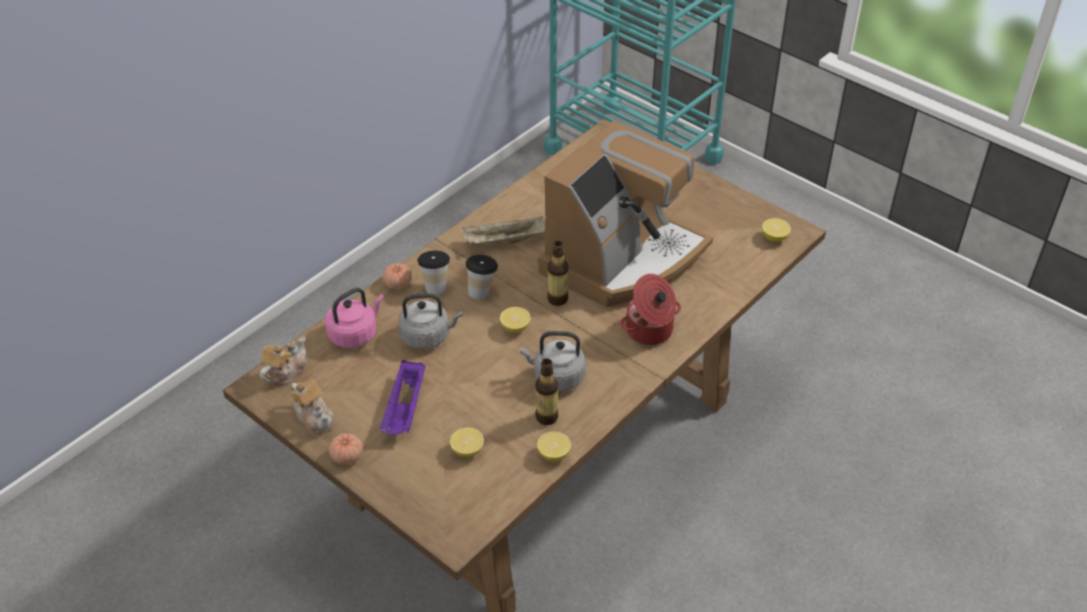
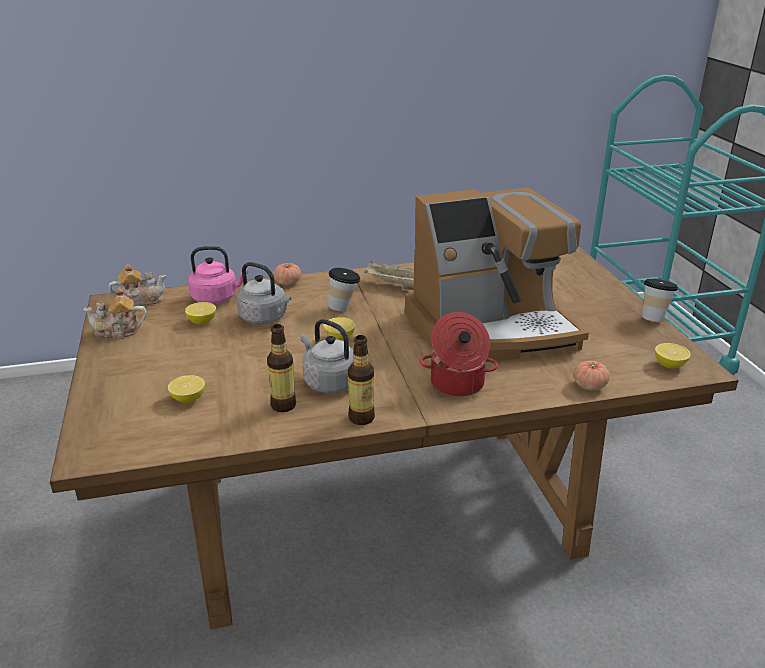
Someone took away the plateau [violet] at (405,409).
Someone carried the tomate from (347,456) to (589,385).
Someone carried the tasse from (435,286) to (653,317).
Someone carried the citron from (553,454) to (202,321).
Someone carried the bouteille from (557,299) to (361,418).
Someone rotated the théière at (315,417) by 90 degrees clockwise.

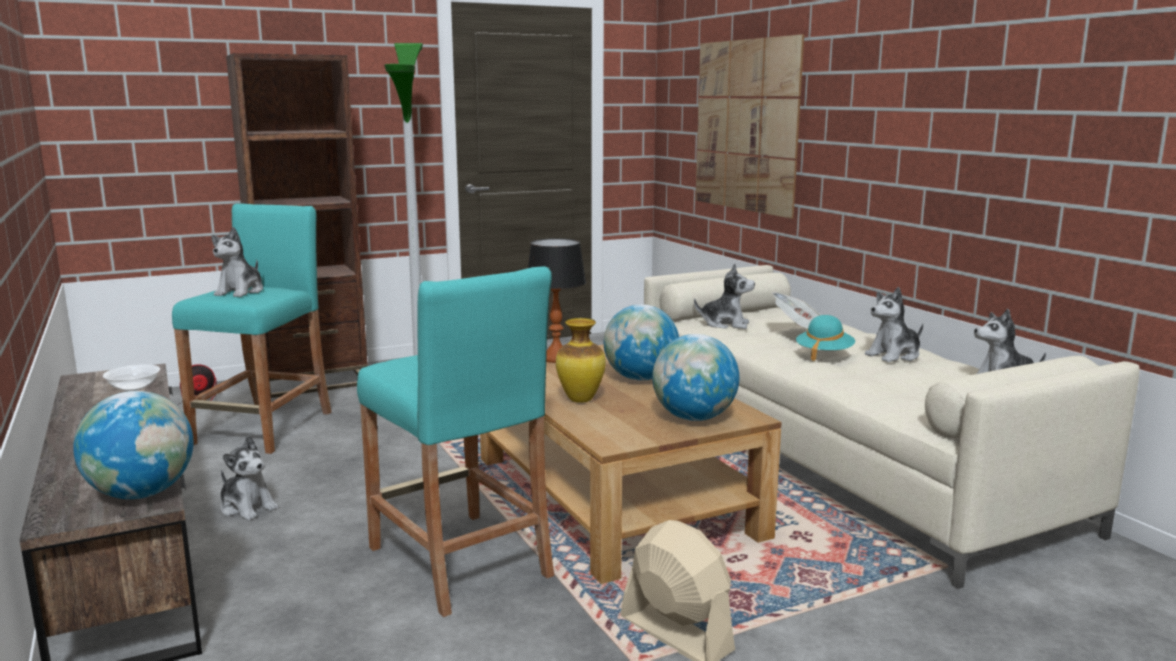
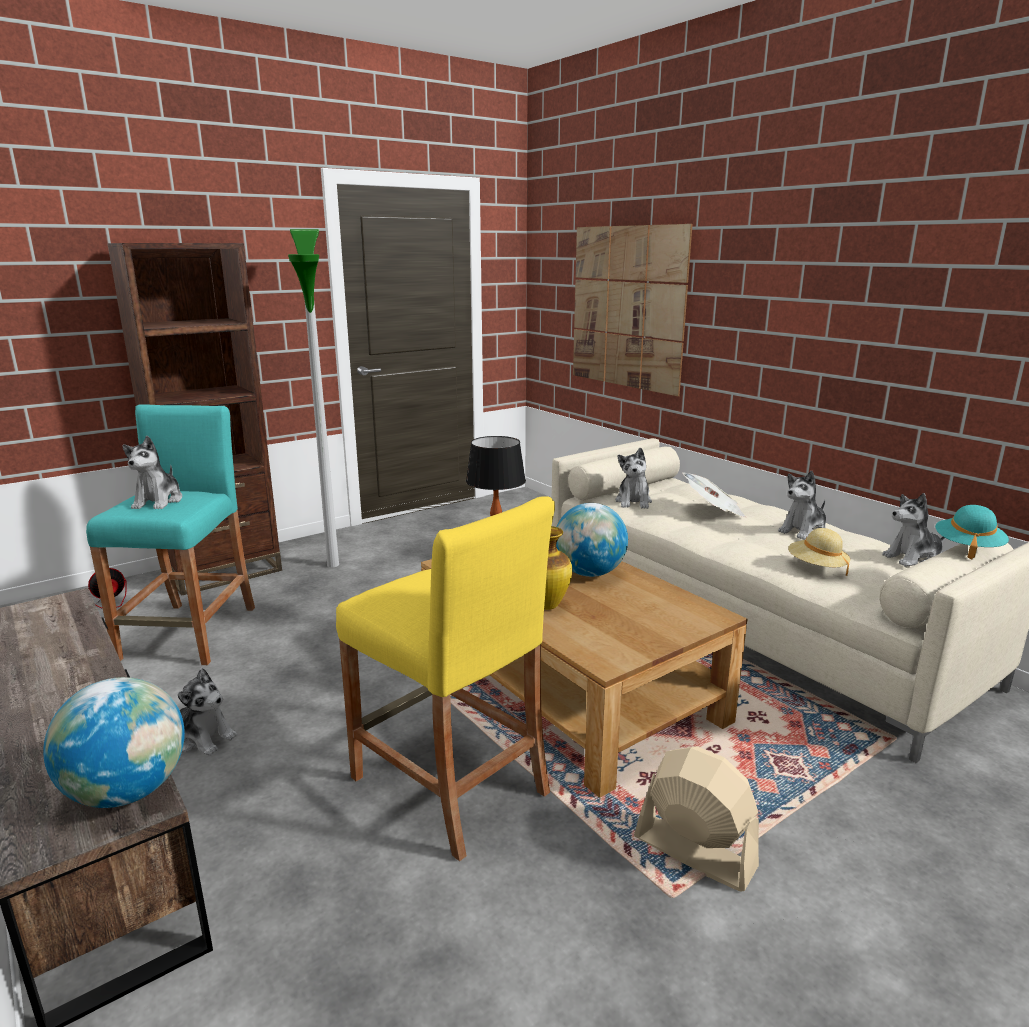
Someone took away the bol at (134,387).
Someone took away the globe at (694,418).
Someone put down the chapeau [beige] at (816,567).
Someone carried the chapeau [turquoise] from (824,354) to (967,547).
Someone repainted the tabouret [turquoise] at (459,561), which became the tabouret [jaune] at (449,784).
Someone rotated the peluche at (725,324) by 90 degrees clockwise.

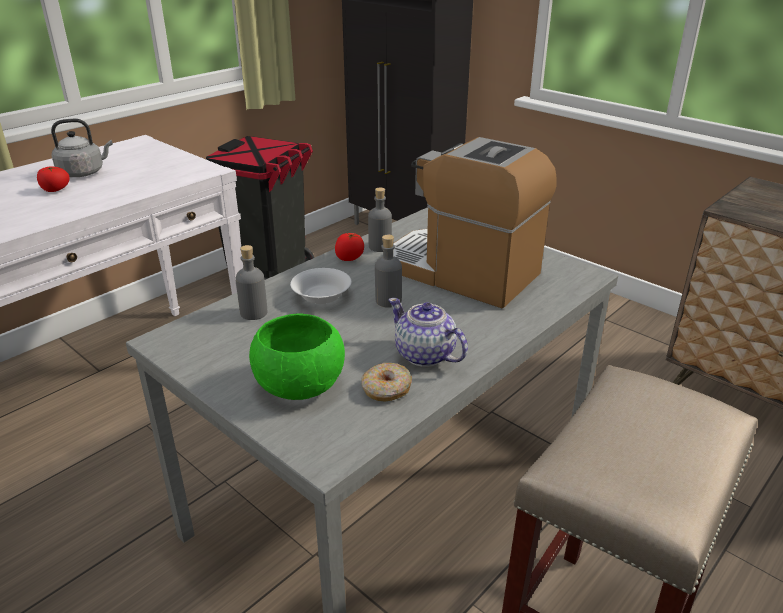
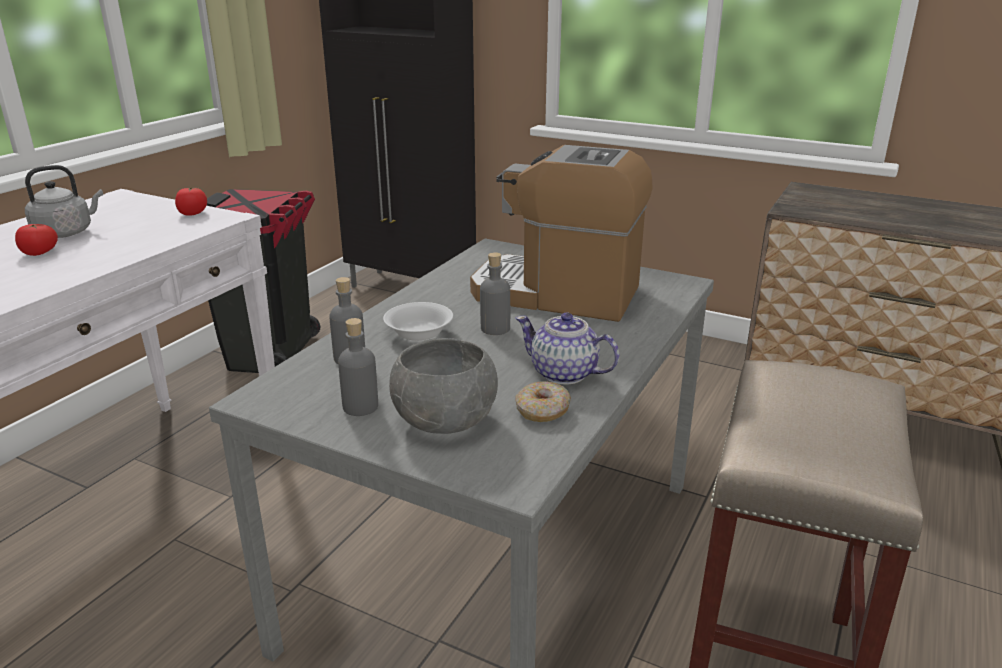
Someone carried the tomate from (349,258) to (193,213).
Someone carried the bouteille [gris] from (380,247) to (360,407).
Someone repainted the bol [vert] at (300,385), which became the bol [gris] at (446,420).

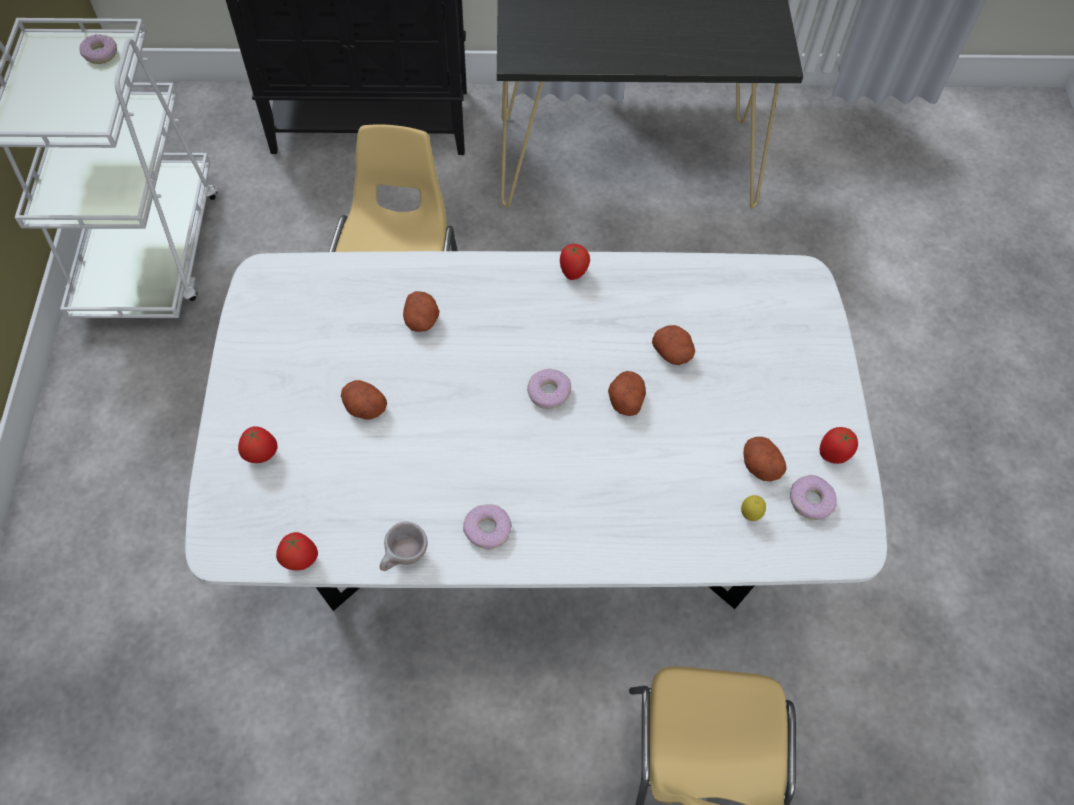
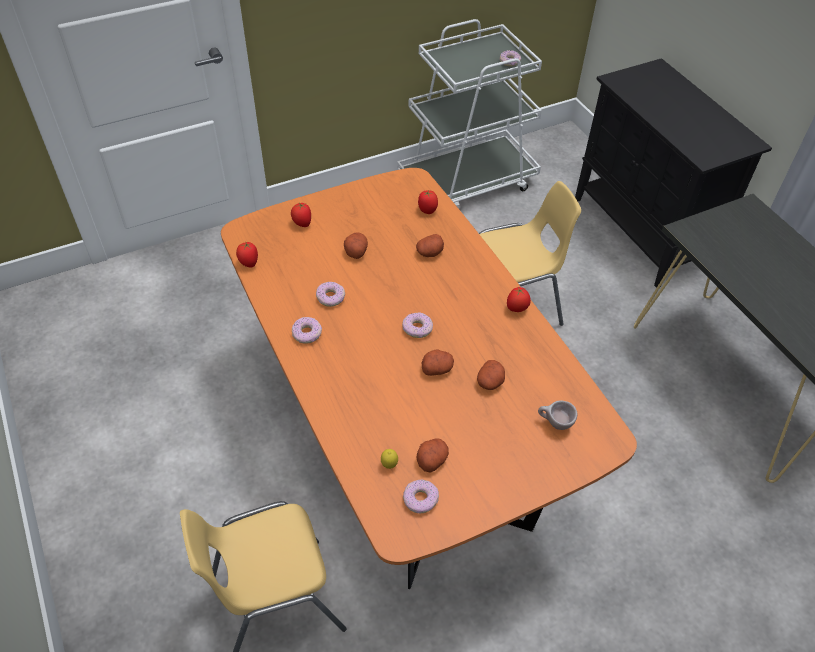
Someone put down the beignet at (330,297).
Someone carried the tasse [beige] from (404,558) to (554,424).
Someone carried the tomate from (833,454) to (427,210).
Someone repainted the table à manger [blanc] at (533,523), which became the table à manger [orange] at (405,439).

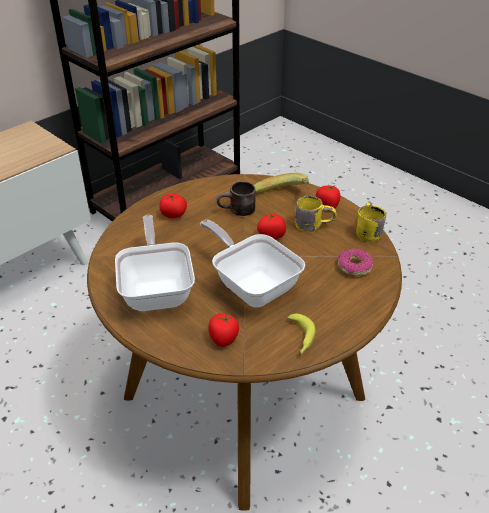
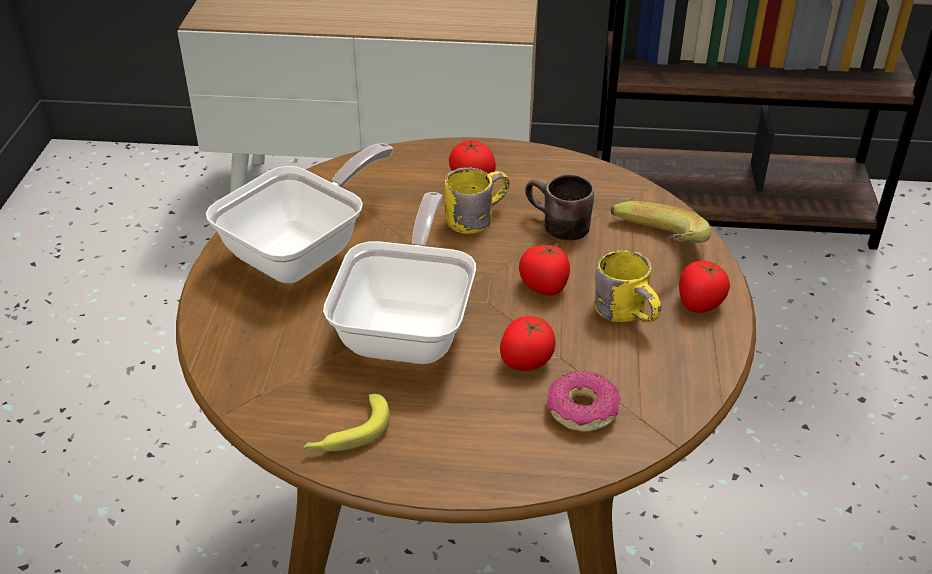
Someone carried the tomate from (223,339) to (526,360).
Someone carried the mug [jaune] from (365,231) to (474,216).

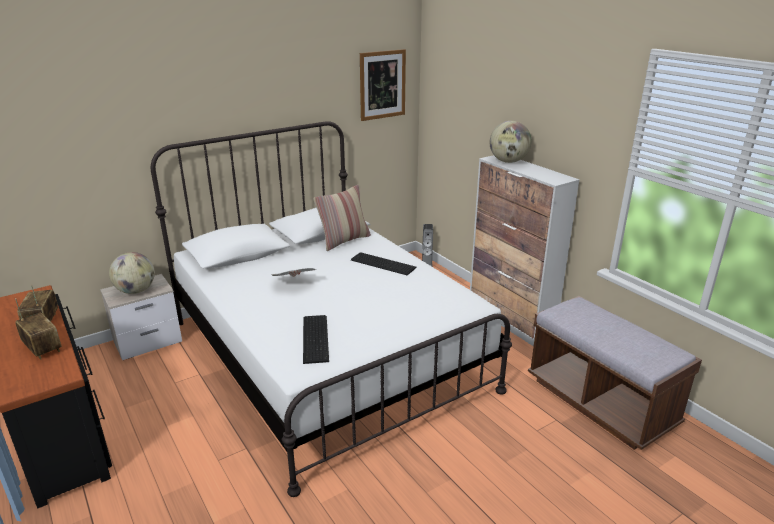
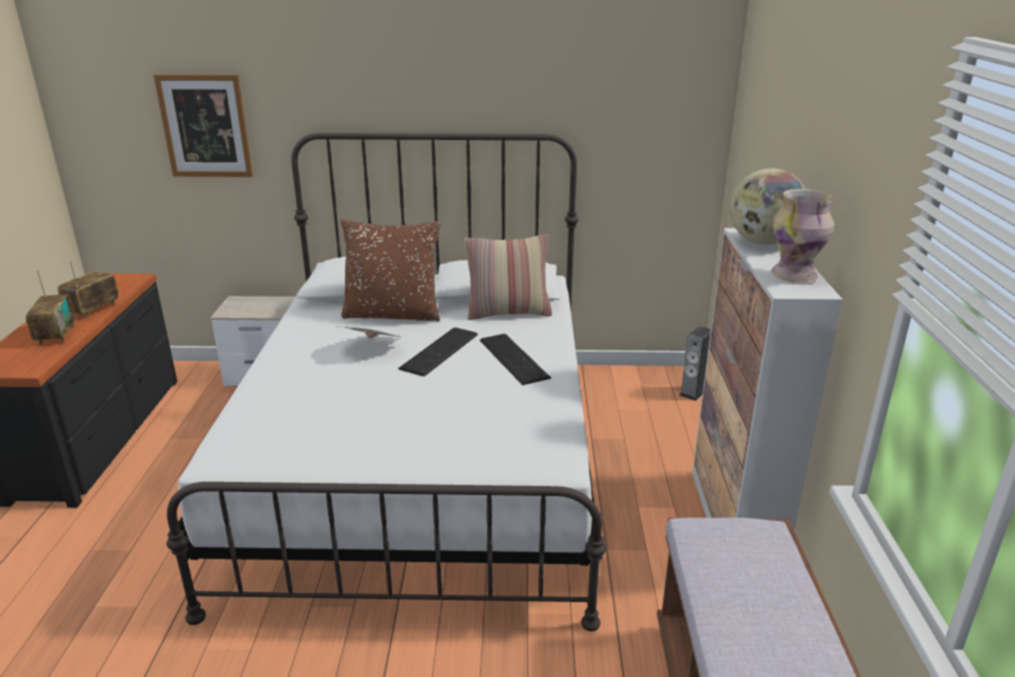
Someone took away the globe at (136,291).
Someone put down the coussin [marron] at (393,314).
Someone put down the vase at (794,275).
Someone carried the clavier from (317,338) to (441,351).
Someone carried the tableau from (382,85) to (205,126).

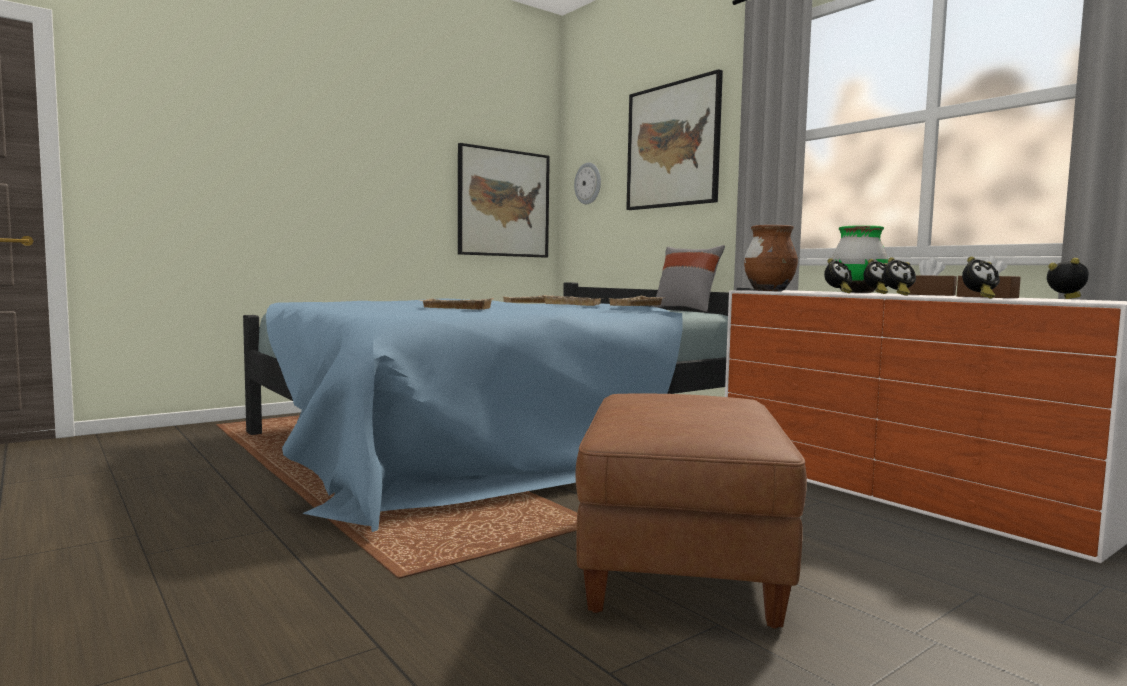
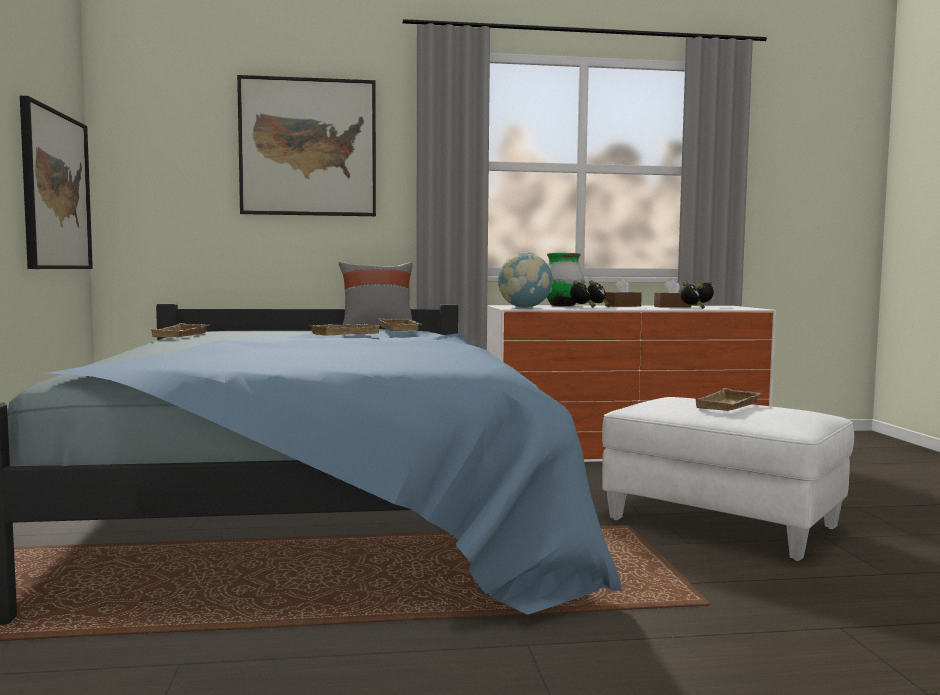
Someone took away the horloge murale at (588,183).
Someone took away the réveil at (897,295).
Someone carried the plateau [beige] from (455,308) to (729,406).
Someone swapped the vase [marron] at (769,290) for the globe at (524,308).
Someone repainted the pouf [marron] at (682,563), which became the pouf [blanc] at (723,523).

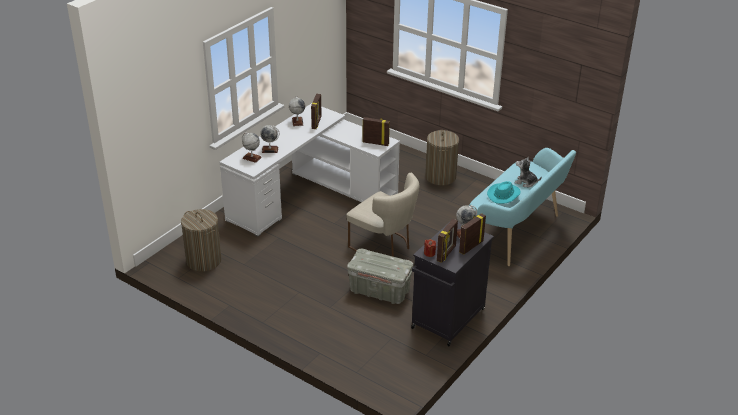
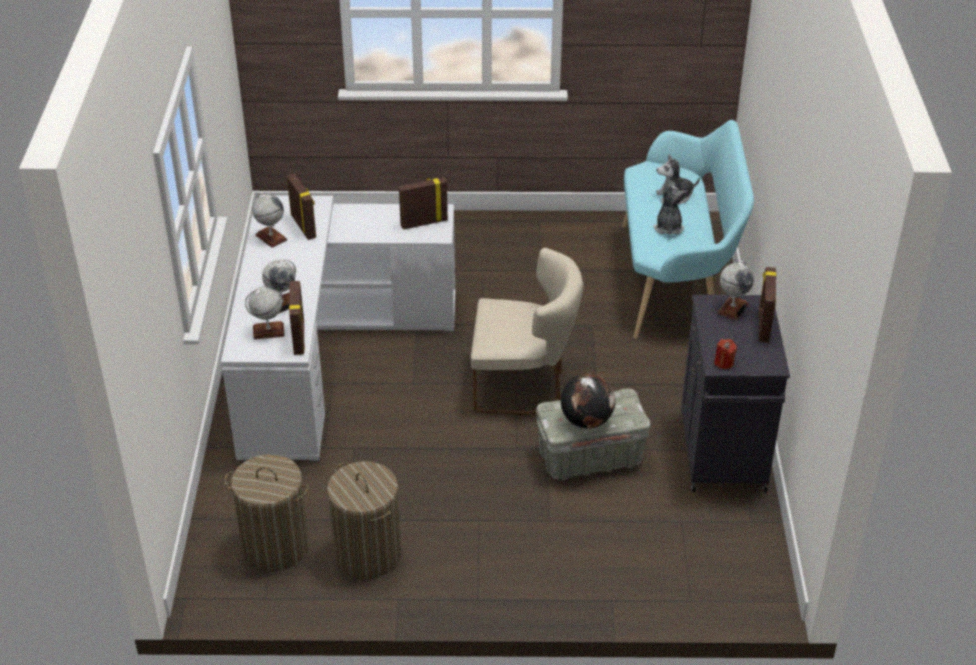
Someone put down the globe at (586,420).
Someone carried the panier à linge from (440,177) to (367,554).
Someone carried the cadre photo from (446,253) to (299,338).
Someone swapped the chapeau [turquoise] at (504,194) for the peluche at (668,227).

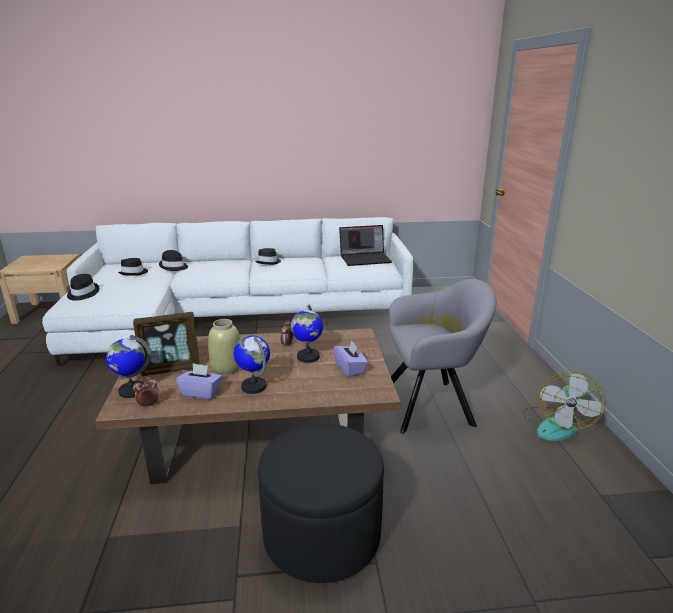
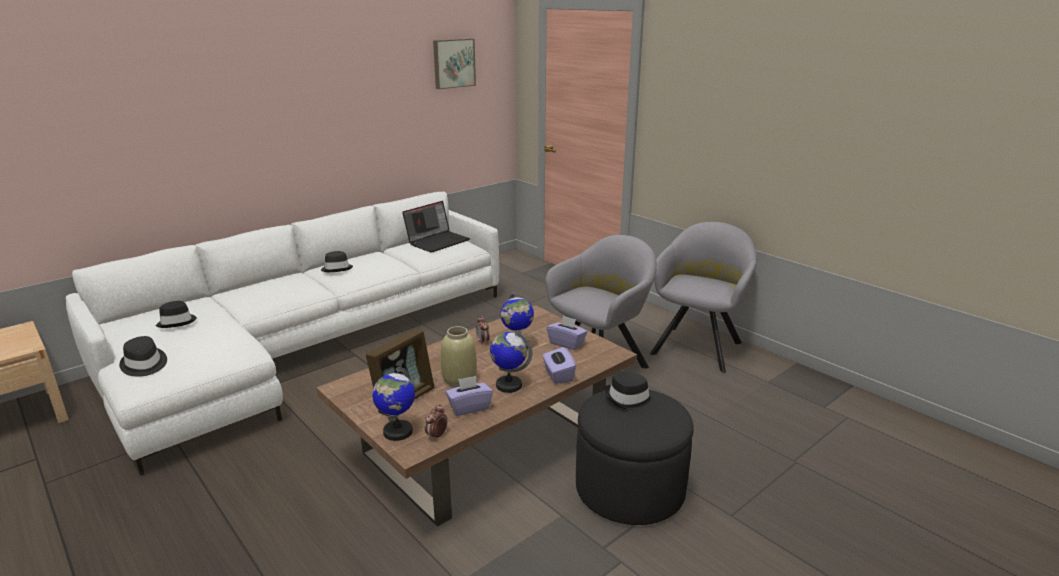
Someone put up the tableau at (453,63).
Someone put down the boîte à mouchoirs [violet] at (558,375).
Someone carried the chapeau [noir] from (174,266) to (629,399).
Someone swapped the ventilateur at (556,425) for the fauteuil [gris] at (698,345).

